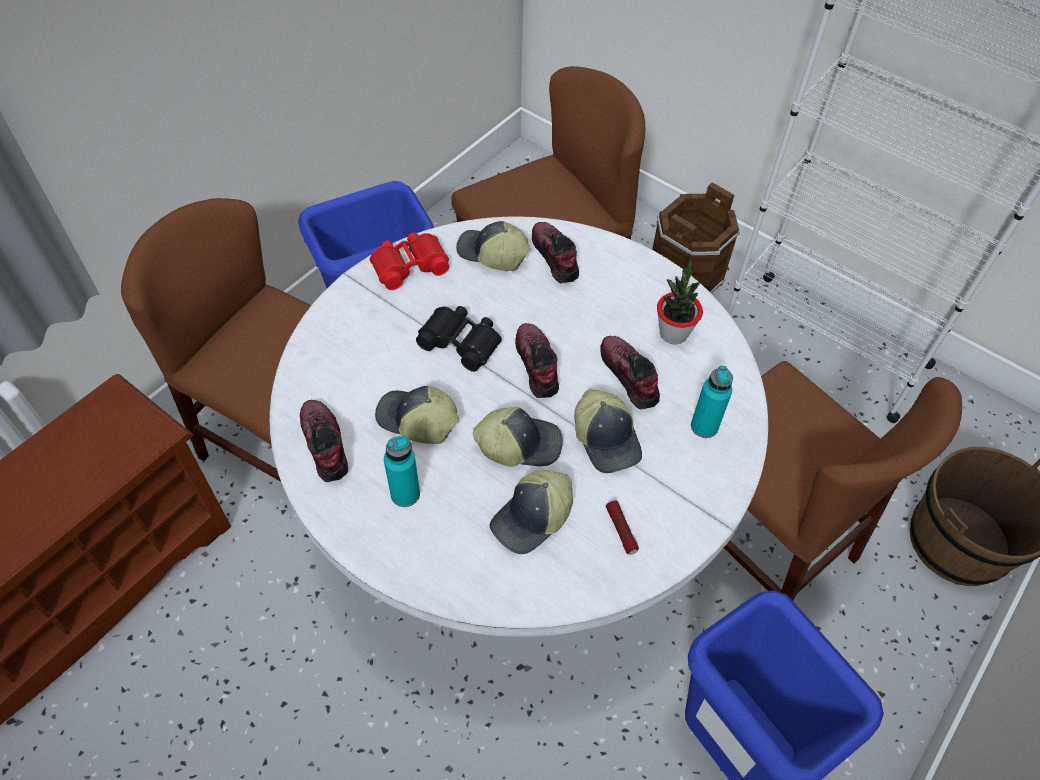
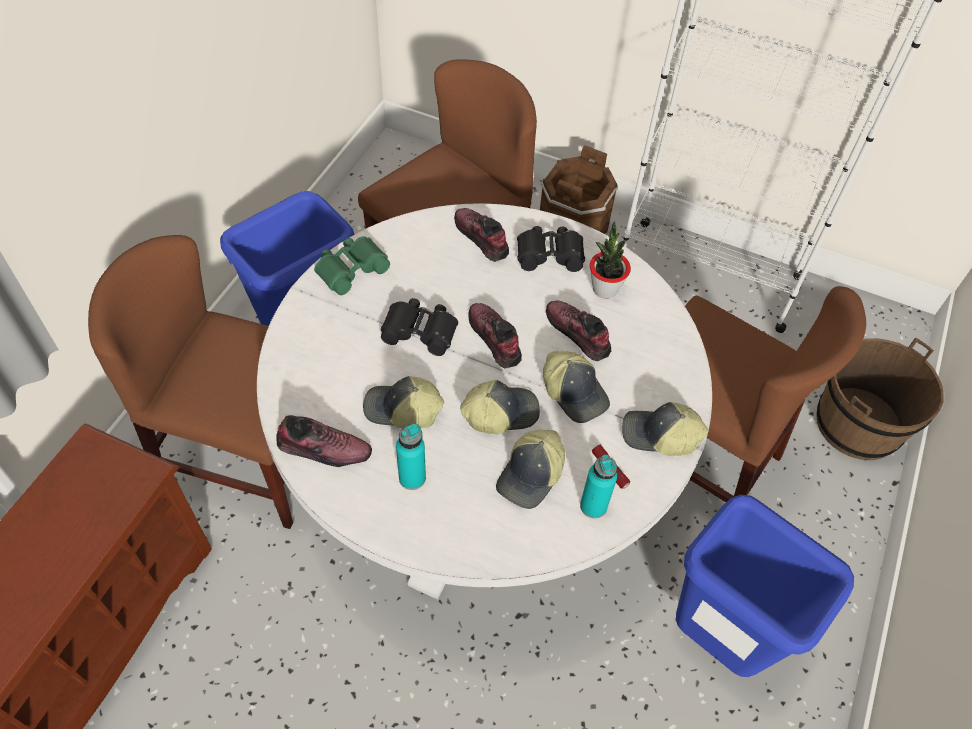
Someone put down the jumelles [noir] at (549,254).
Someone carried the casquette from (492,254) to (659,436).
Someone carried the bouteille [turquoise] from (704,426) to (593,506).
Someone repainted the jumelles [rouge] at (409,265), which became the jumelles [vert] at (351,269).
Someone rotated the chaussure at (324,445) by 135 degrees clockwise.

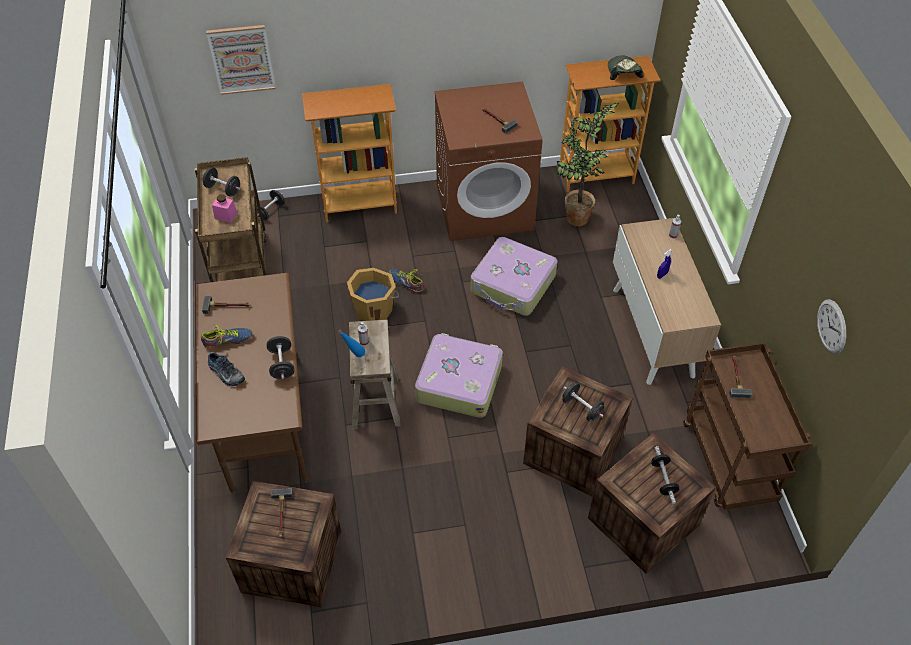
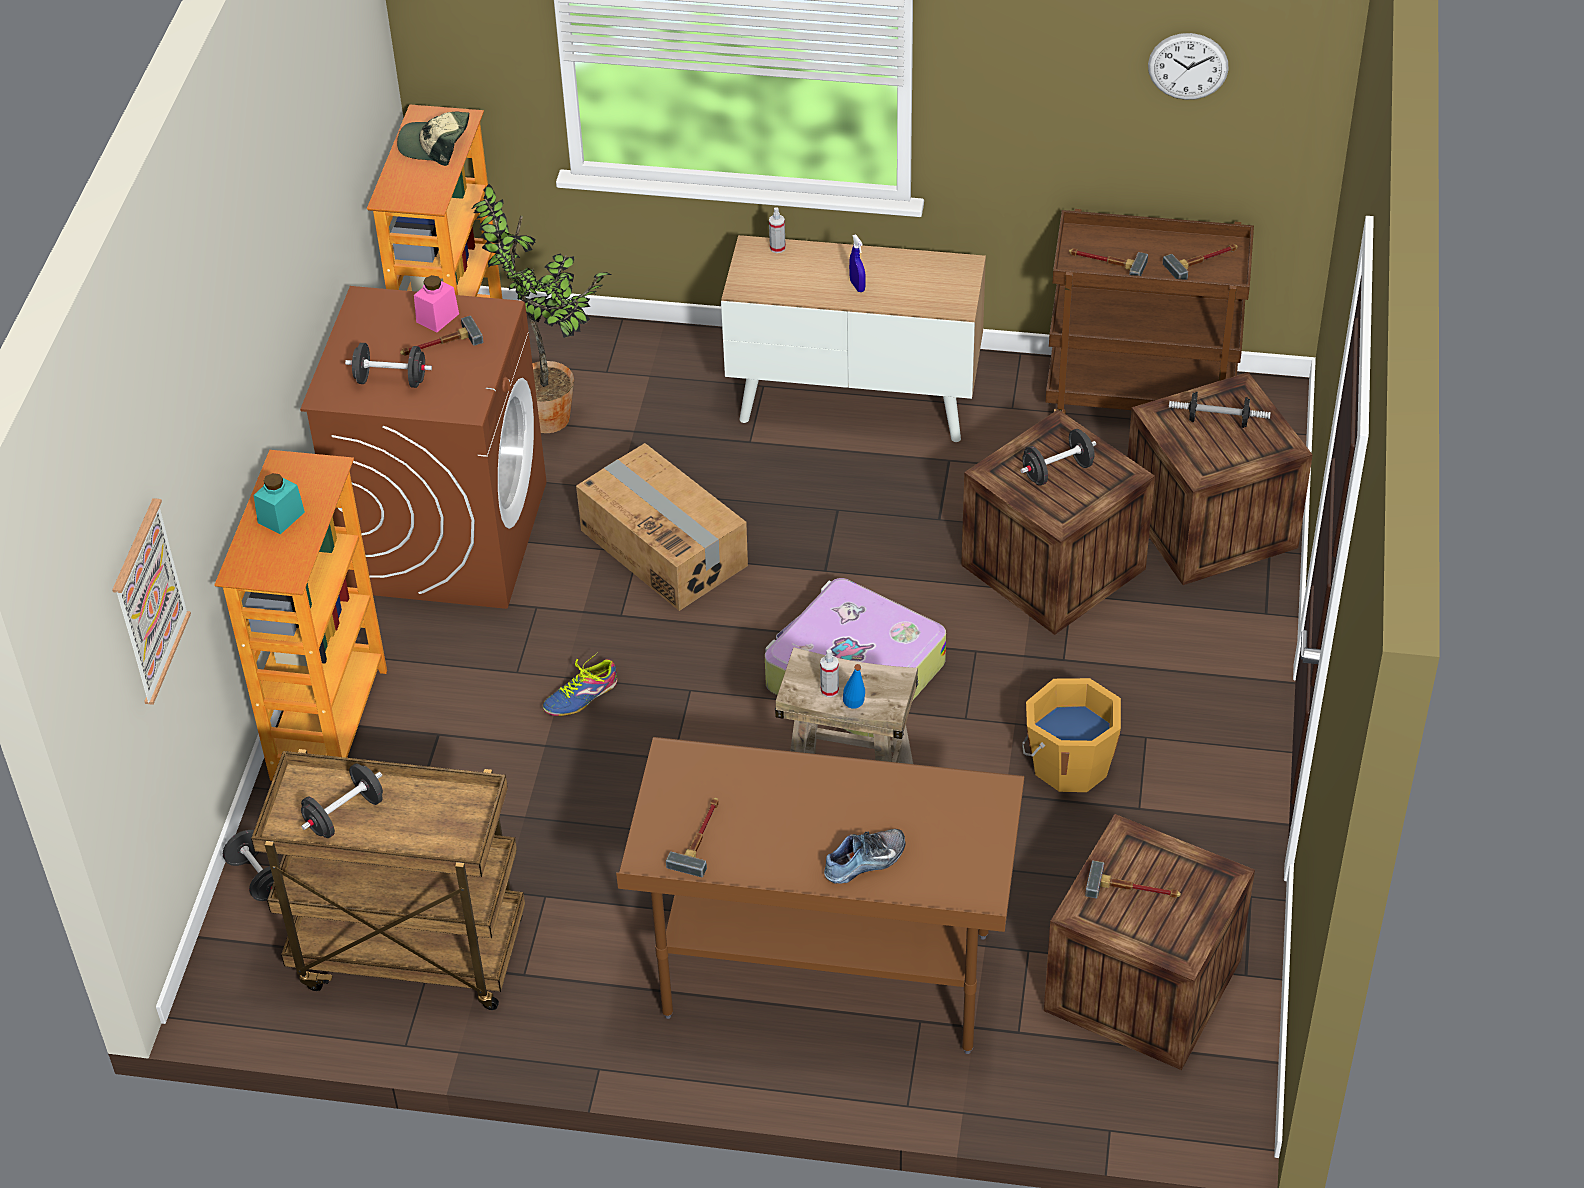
Someone took away the chaussure at (228,340).
Someone put down the bocal [turquoise] at (281,517).
Someone put down the marteau at (1203,261).
Someone carried the bocal [rose] from (226,216) to (437,318).
Someone carried the haltère [noir] from (282,364) to (391,380).
Someone carried the seau [orange] from (374,309) to (1069,763).
Someone swapped the valise at (513,285) for the carton at (664,547).

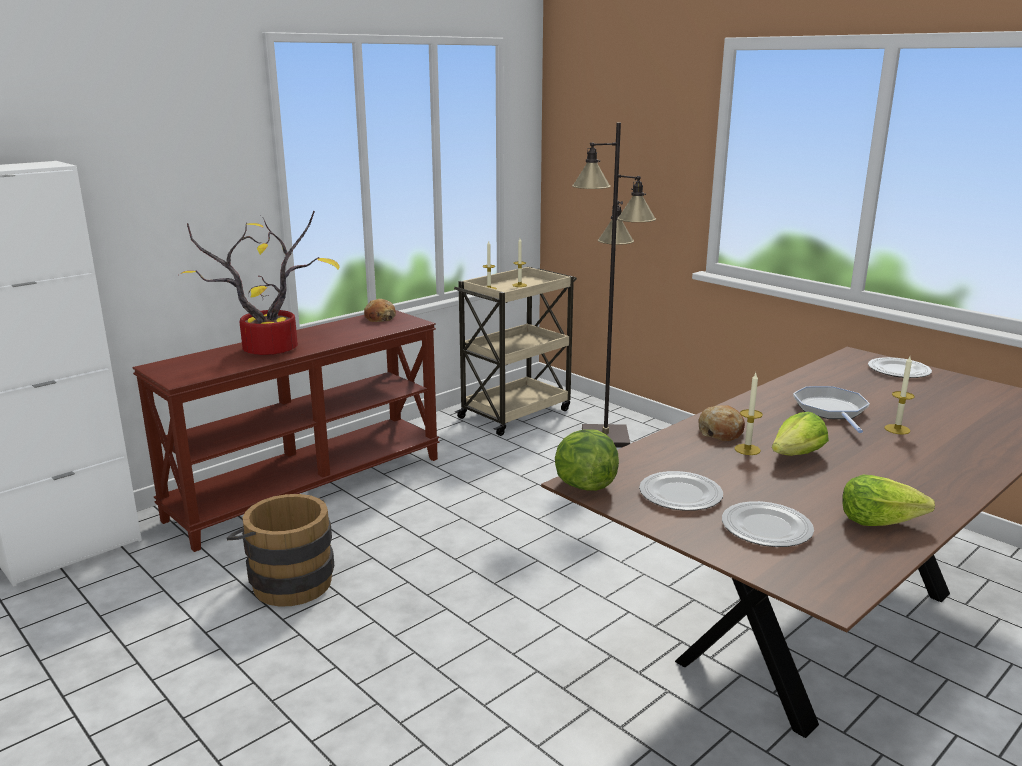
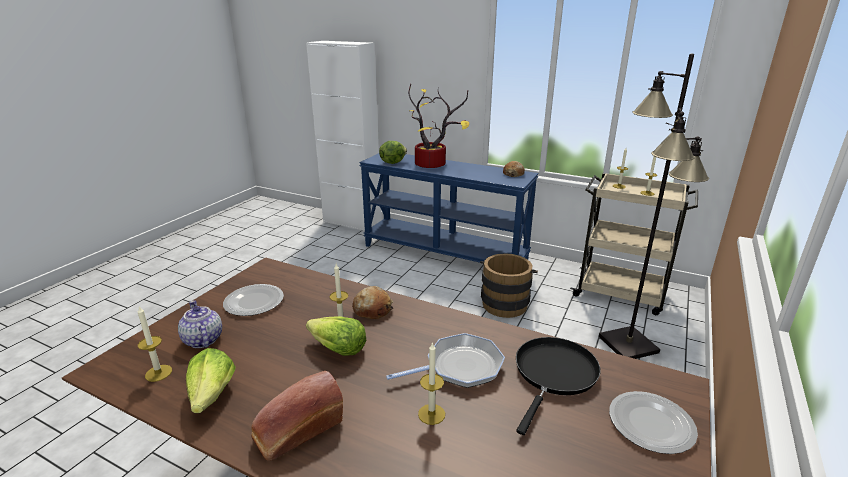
Someone put down the bougie at (158,373).
Someone put down the pain at (297,431).
Someone put down the poêle [noir] at (554,374).
Someone carried the seau [marron] from (287,581) to (505,302).
Someone carried the laitue from (584,485) to (392,162).
Someone swapped the assiette at (767,528) for the théière at (202,340).
Someone repainted the table console [marron] at (308,487), which became the table console [bleu] at (445,253).

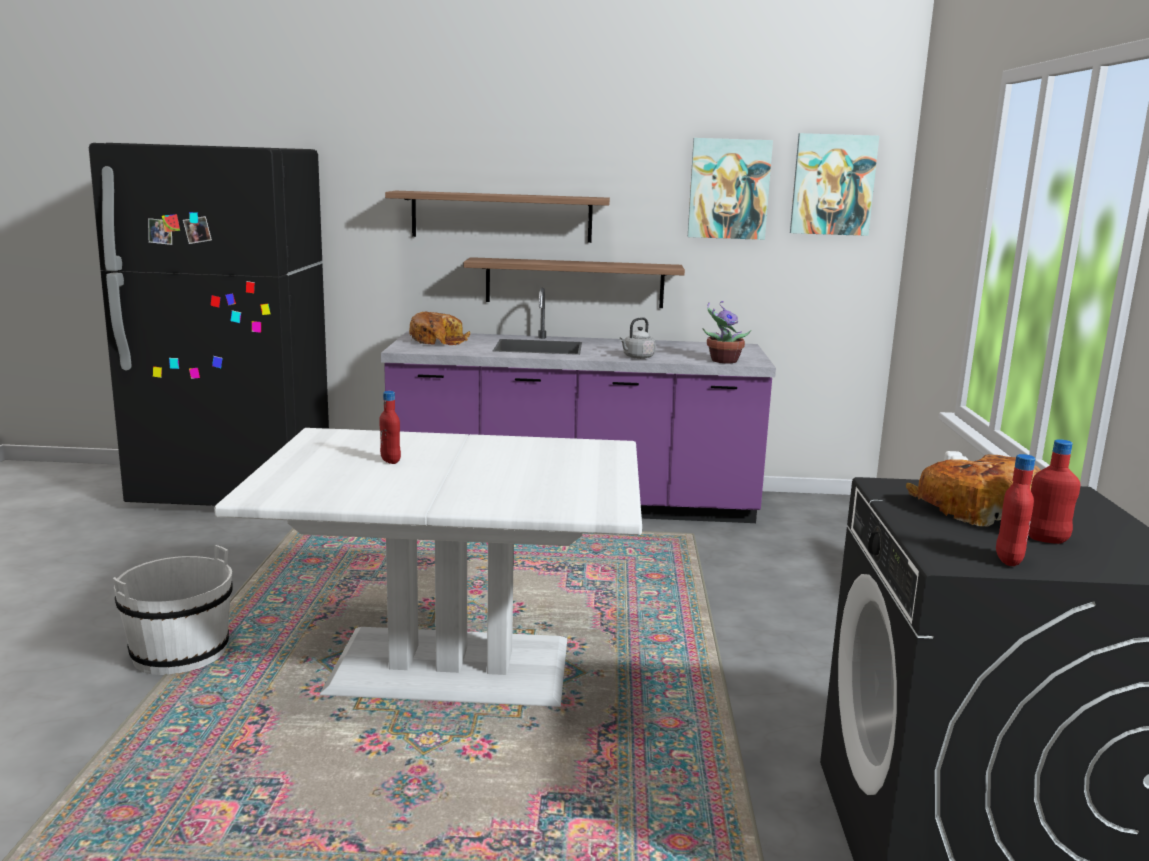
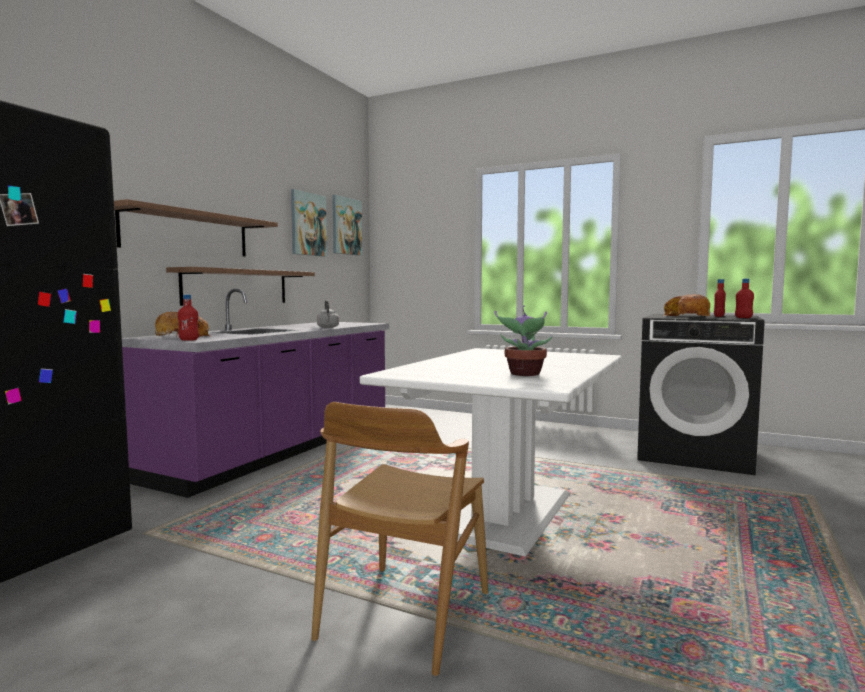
Someone carried the bouteille [rouge] from (390,461) to (189,340).
Someone carried the plante en pot from (722,361) to (524,374).
Someone swapped the seau [blanc] at (180,653) for the chaise [marron] at (404,615).

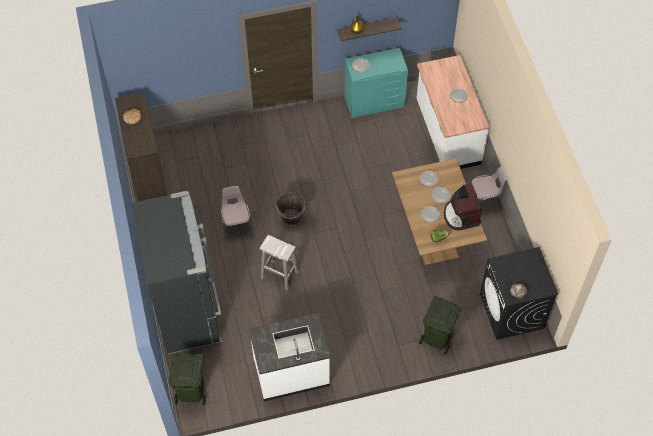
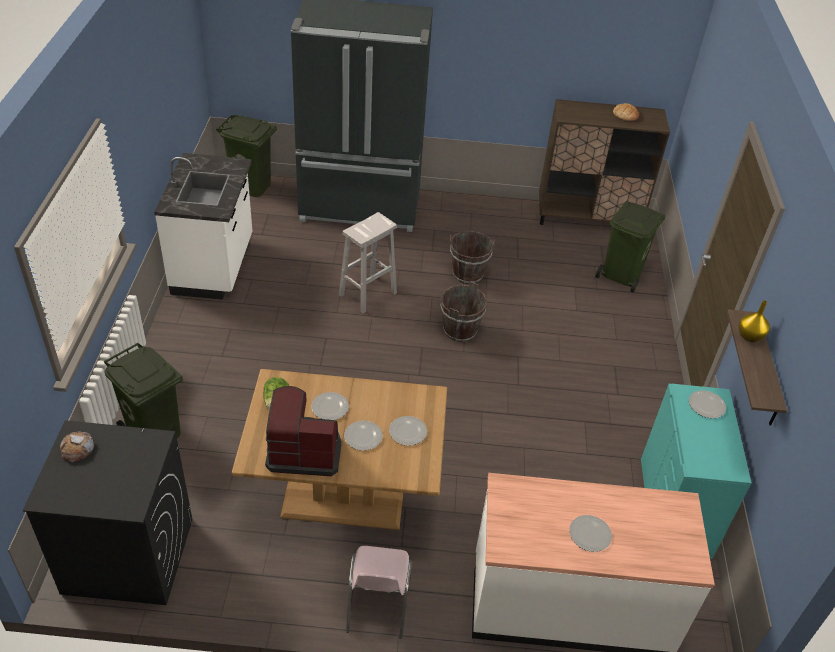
Someone put down the poubelle [vert] at (621,276).
Someone swapped the chaise [rose] at (237,226) for the seau [marron] at (467,274).

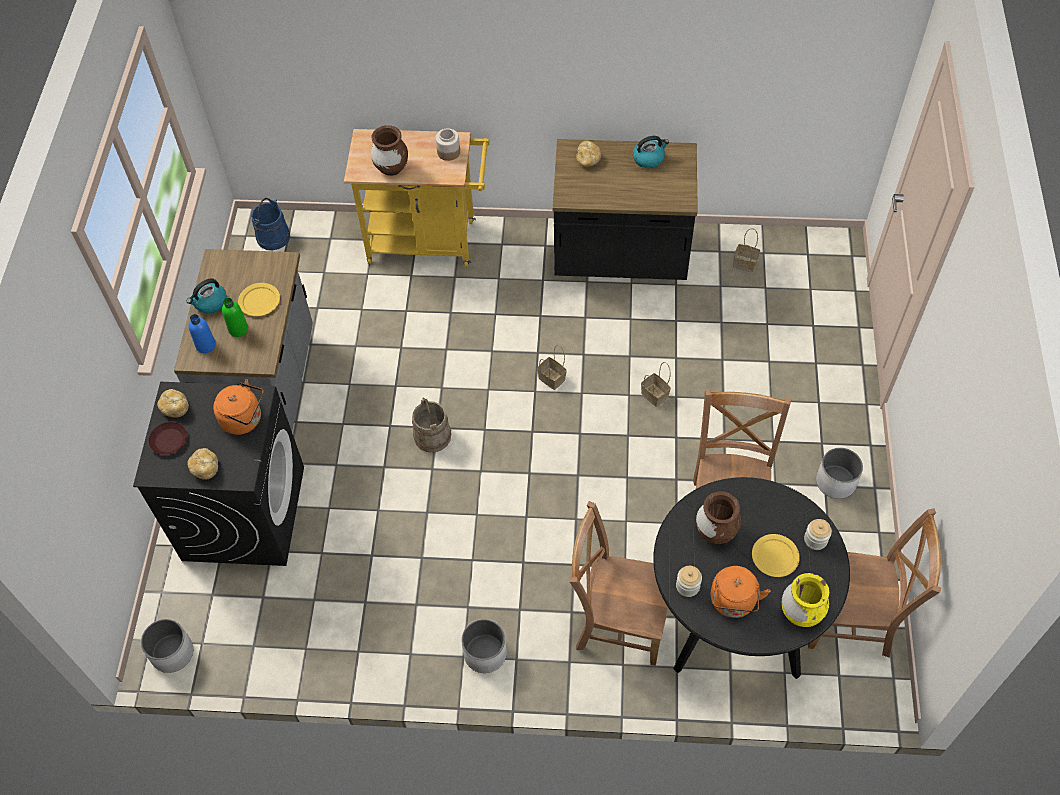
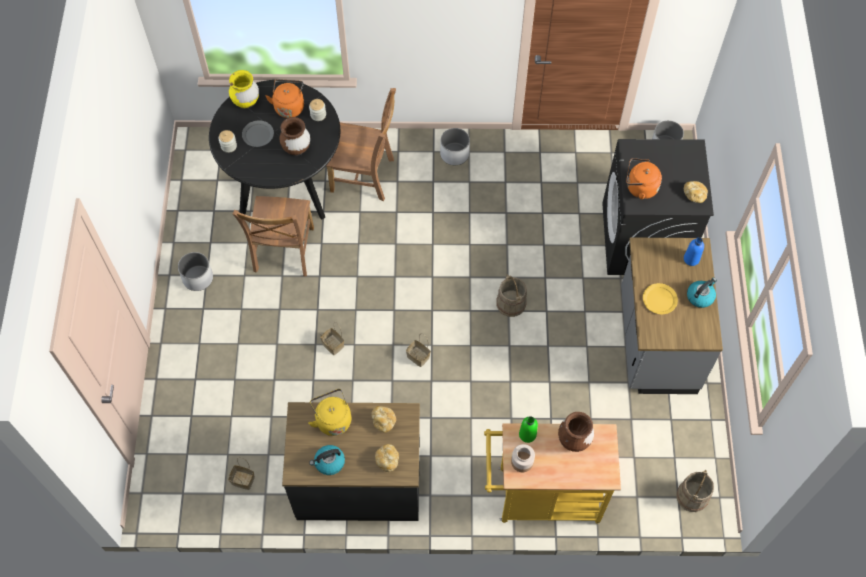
Someone took away the assiette [marron] at (168,440).
Someone took away the chaise [marron] at (853,619).
Someone put down the bouilloire [jaune] at (332,419).
Someone carried the pain from (205,468) to (383,421).
Someone carried the bouteille [vert] from (238,329) to (527,434).
Someone repainted the seau [bleu] at (273,237), which became the seau [beige] at (692,496).
Someone repainted the assiette [jaune] at (774,556), which became the assiette [gris] at (258,135).

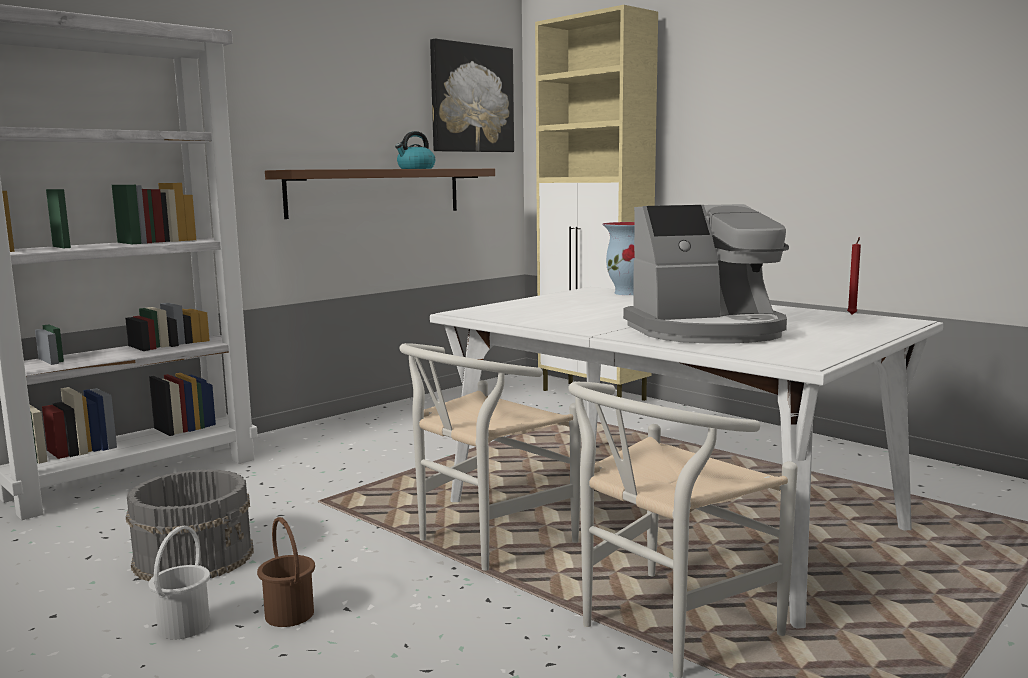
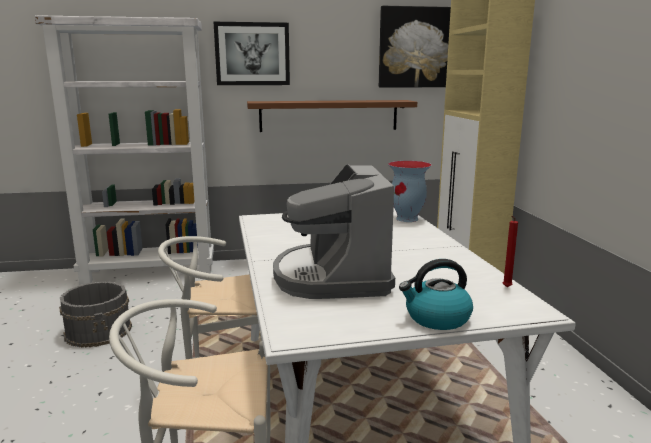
Someone took away the seau [blanc] at (183,626).
Someone took away the seau [marron] at (288,615).
Someone put up the tableau at (252,54).
Someone carried the bouilloire from (415,168) to (436,318).
Someone rotated the machine à café at (707,331) by 60 degrees clockwise.

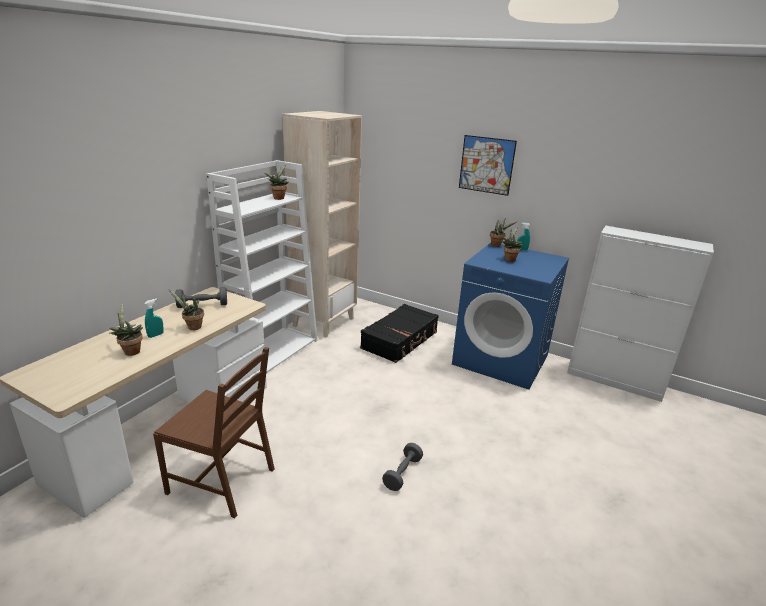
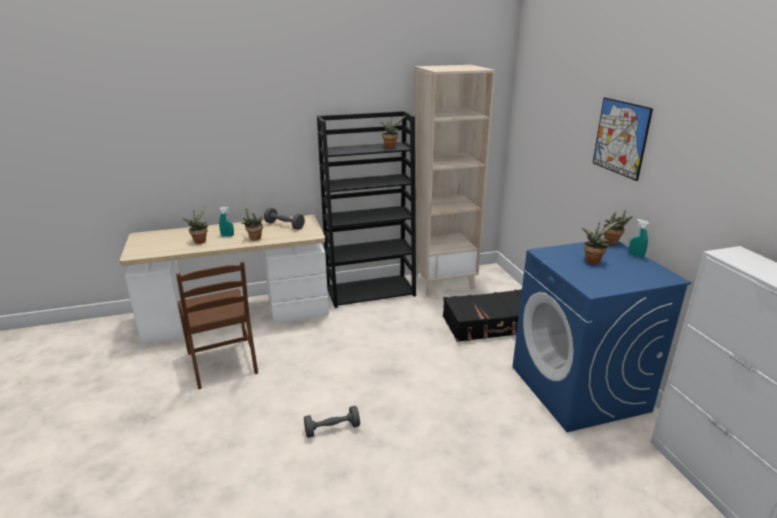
Someone repainted the bibliothèque [blanc] at (273,351), which became the bibliothèque [noir] at (371,291).

